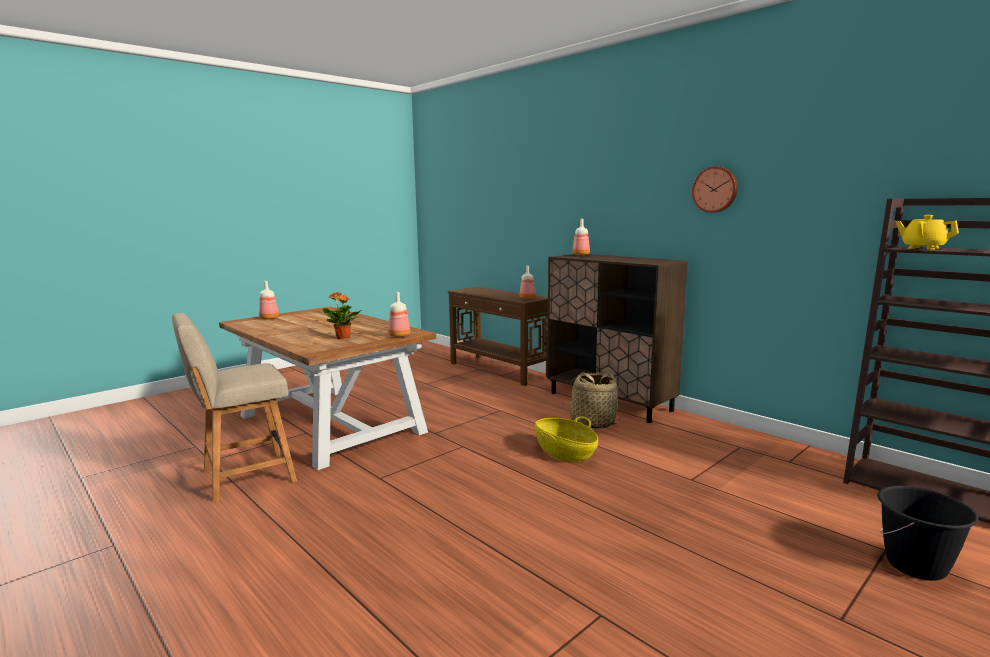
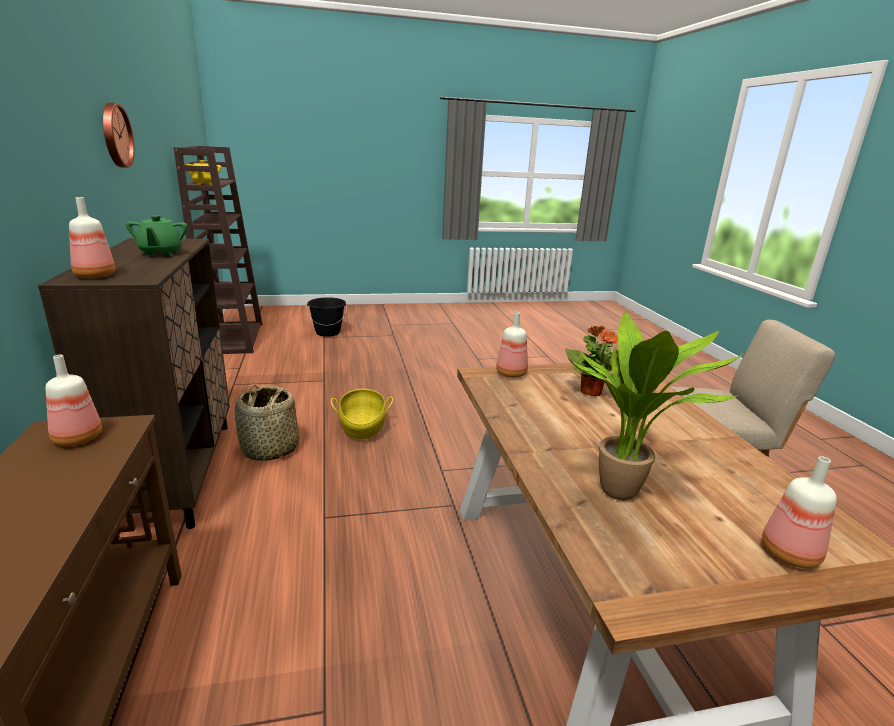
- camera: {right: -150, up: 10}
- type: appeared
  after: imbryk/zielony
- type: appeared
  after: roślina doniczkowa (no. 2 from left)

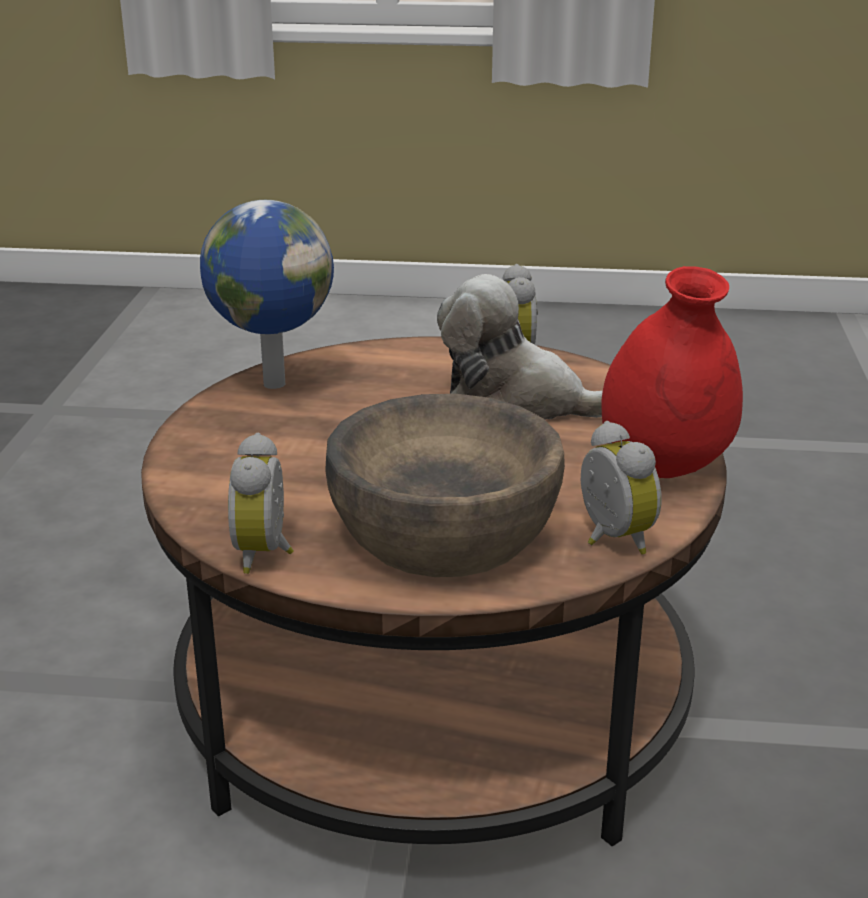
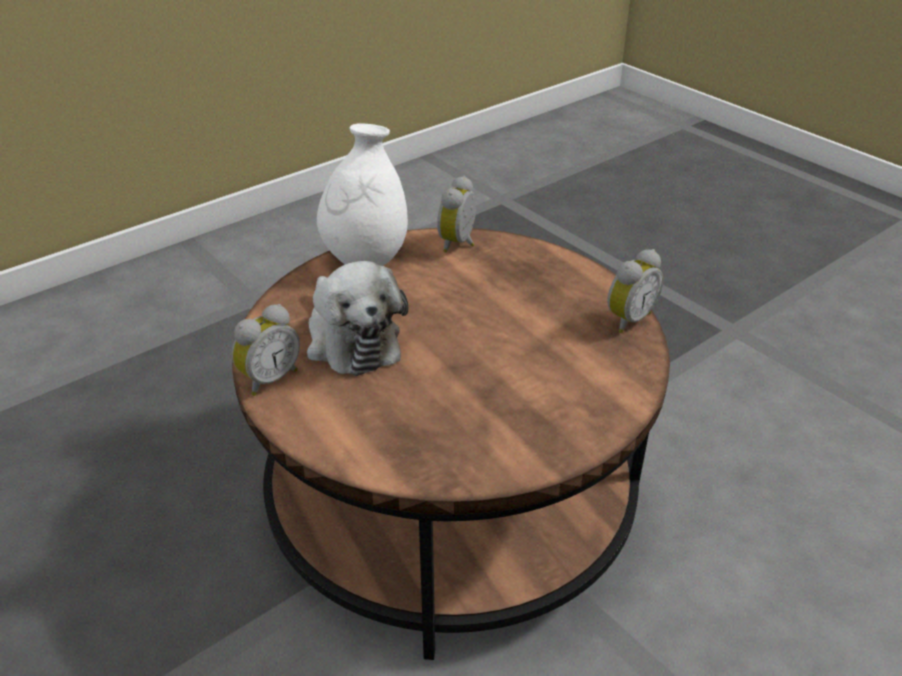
- camera: {right: -135, up: 10}
- type: missing
  before: globus
- type: missing
  before: miska/brązowy
- type: colour
  before: wazon/czerwony
  after: wazon/biały

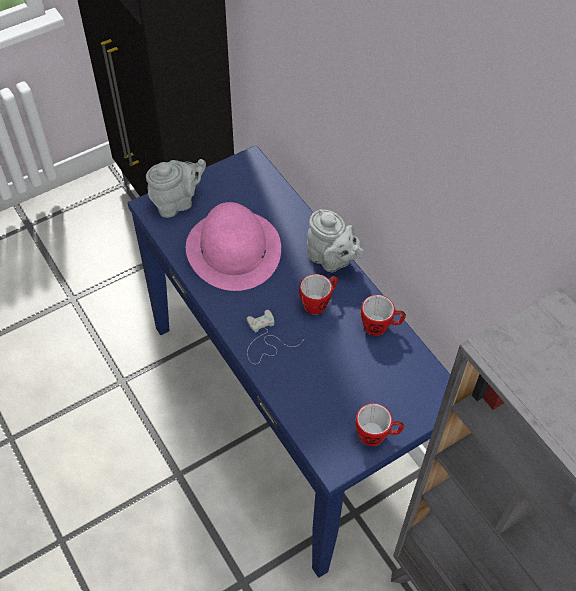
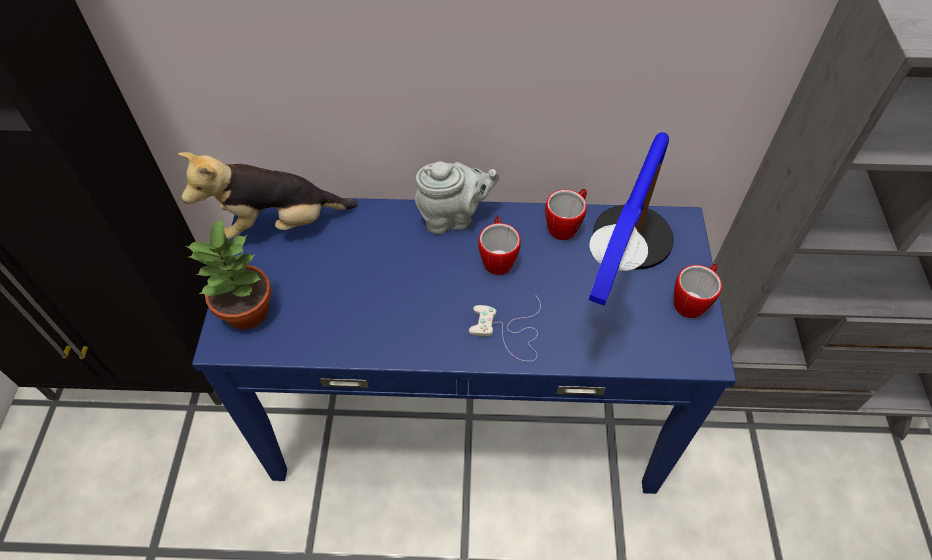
- camera: {right: -55, up: 0}
- type: exchanged
  before: imbryk/szary (no. 1 from left)
  after: roślina doniczkowa
- type: missing
  before: kapelusz/różowy
- type: appeared
  after: pluszak
- type: appeared
  after: lampa stołowa

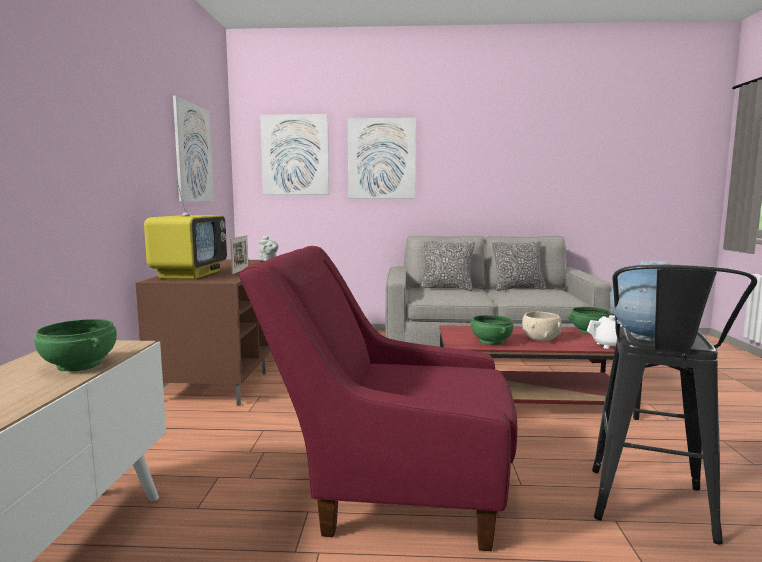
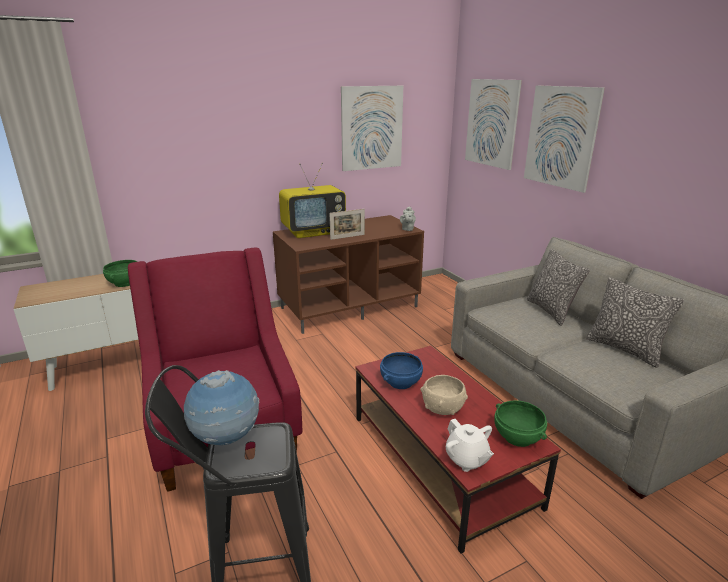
- camera: {right: 60, up: 15}
- type: colour
  before: miska/zielony (no. 2 from left)
  after: miska/niebieski

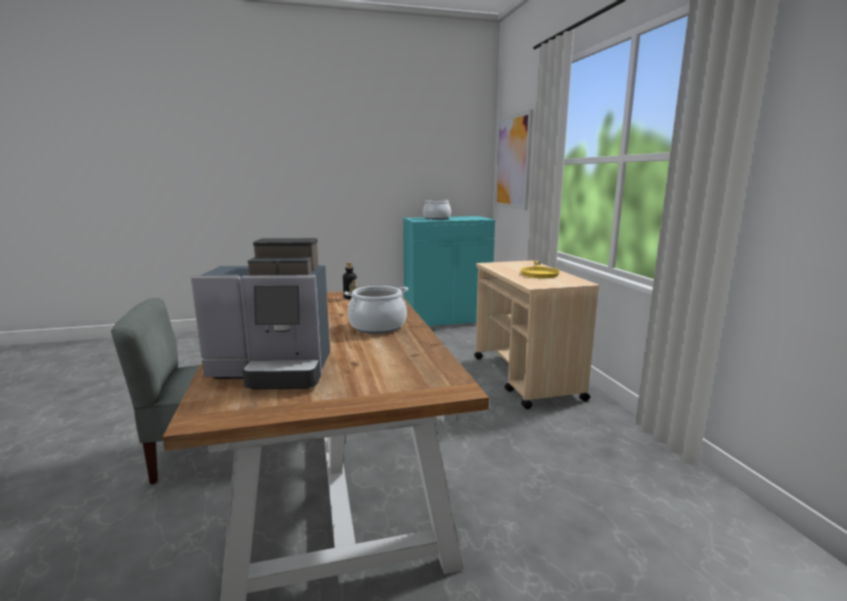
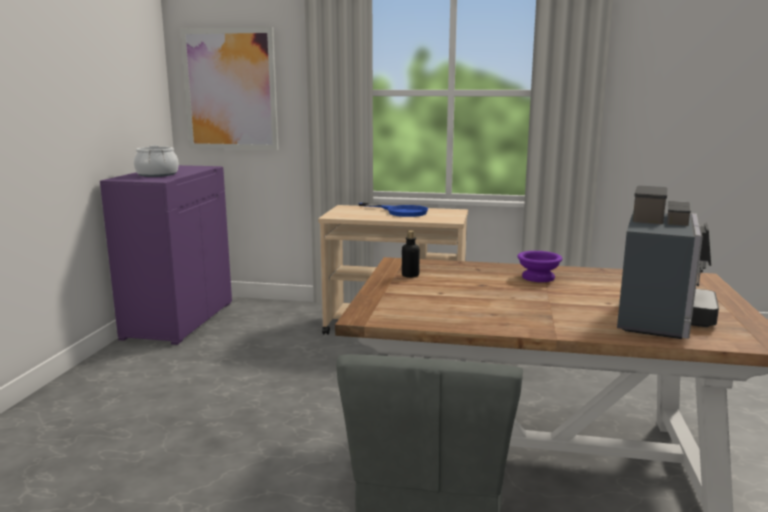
- camera: {right: -65, up: 0}
- type: exchanged
  before: garnek (no. 1 from left)
  after: miska/fioletowy
- type: colour
  before: szafka/turkusowy
  after: szafka/fioletowy
- type: colour
  before: patelnia/żółty
  after: patelnia/niebieski

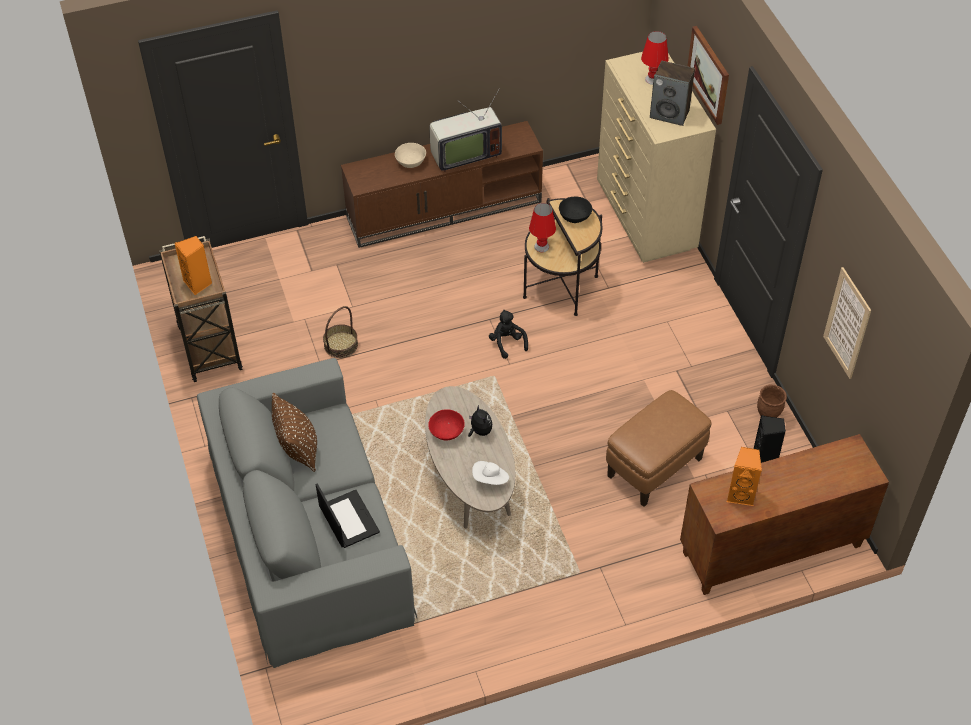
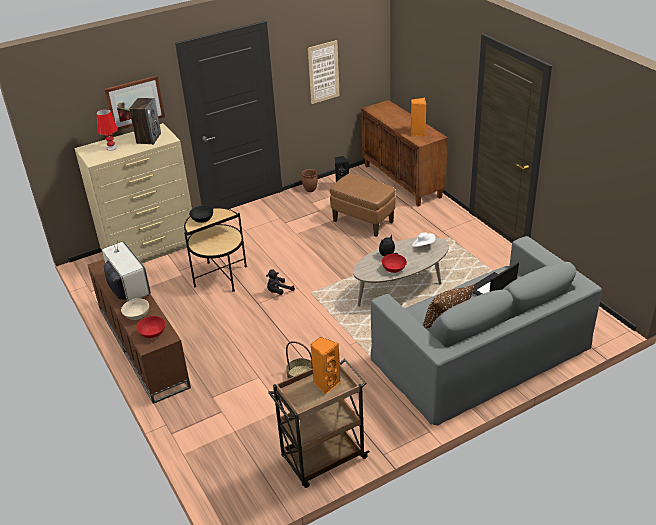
- camera: {right: -100, up: -15}
- type: missing
  before: lampa stołowa/czerwony (no. 1 from left)
- type: appeared
  after: miska/czerwony (no. 1 from left)

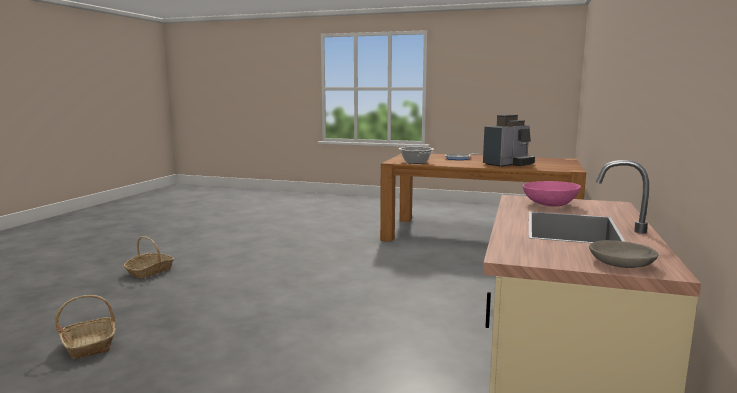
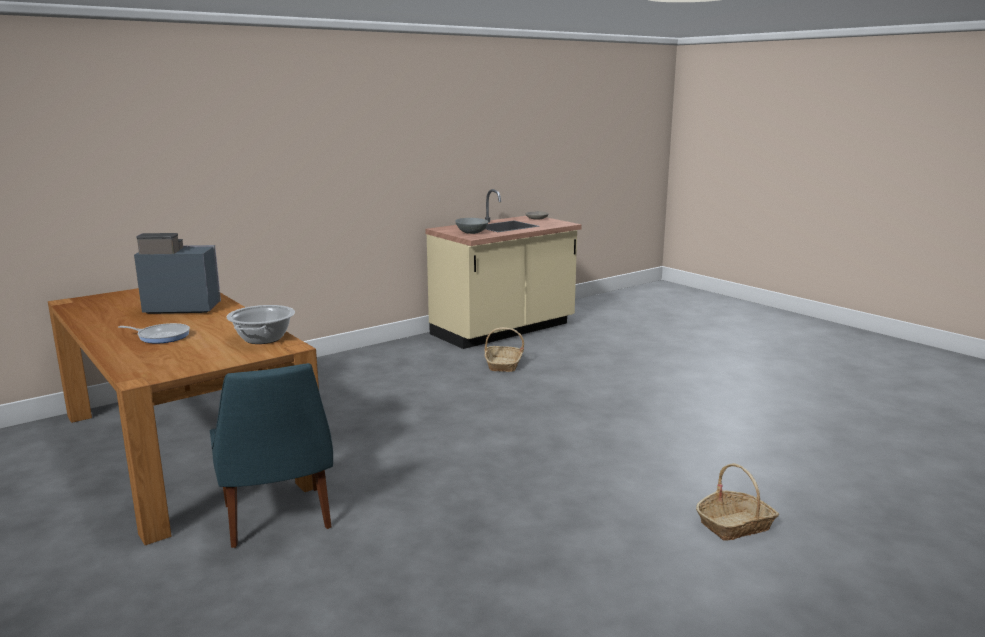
- camera: {right: -145, up: 5}
- type: relocated
  before: koszyk (no. 1 from left)
- type: colour
  before: miska/różowy
  after: miska/szary (no. 1 from left)
- type: appeared
  after: krzesło/niebieski

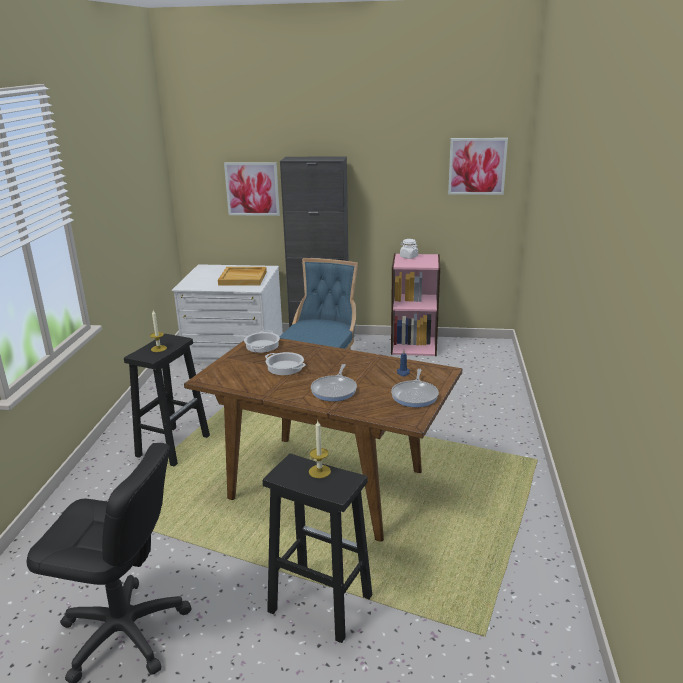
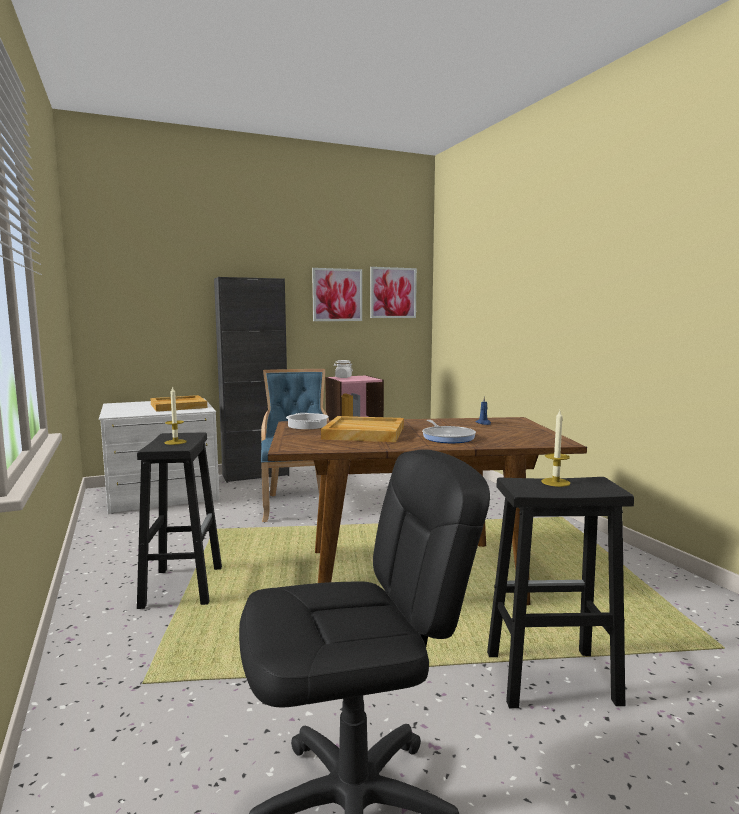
- camera: {right: -30, up: -15}
- type: relocated
  before: obraz (no. 1 from left)
- type: exchanged
  before: garnek (no. 2 from left)
  after: taca/beżowy (no. 2 from left)
- type: missing
  before: patelnia (no. 2 from left)

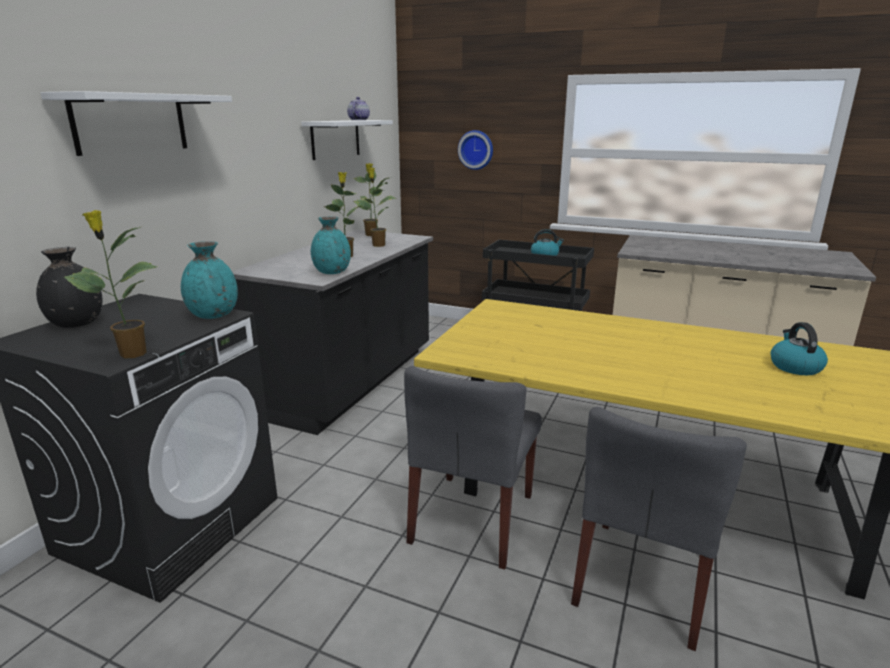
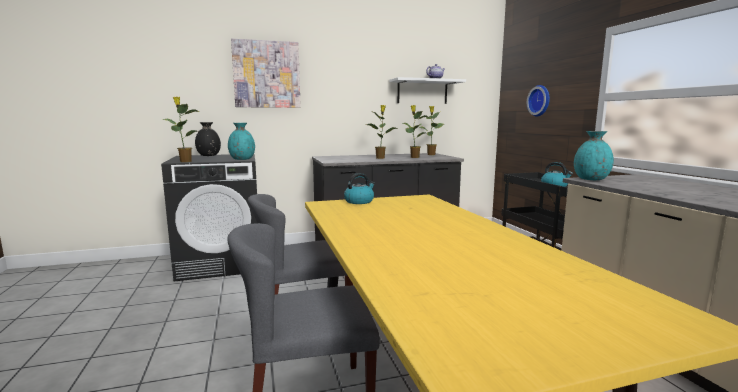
- camera: {right: 50, up: -10}
- type: exchanged
  before: półka/biały (no. 1 from left)
  after: obraz
- type: relocated
  before: wazon/turkusowy (no. 2 from left)
- type: relocated
  before: czajnik (no. 2 from left in the first image)
  after: czajnik (no. 1 from left)

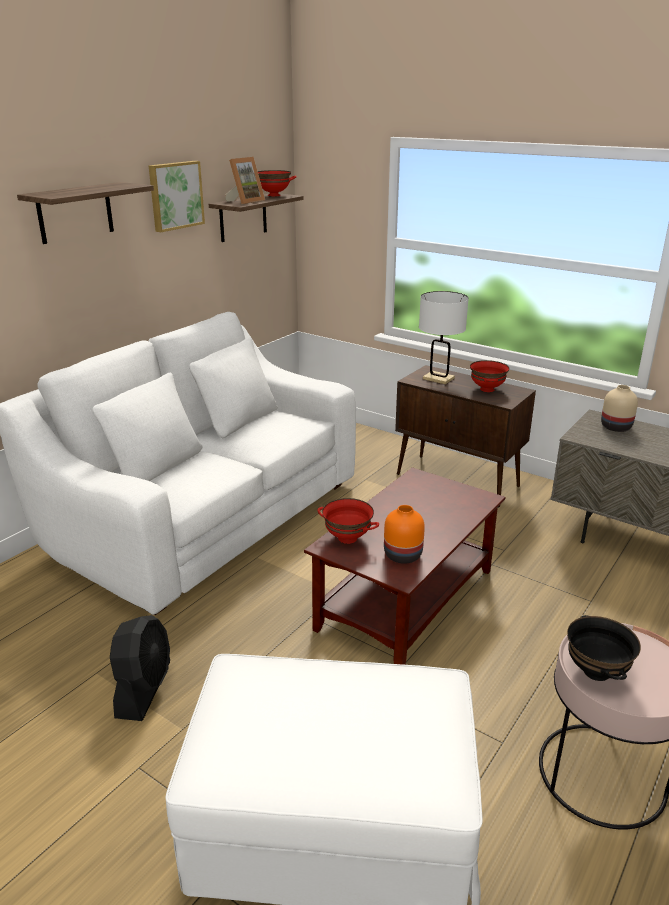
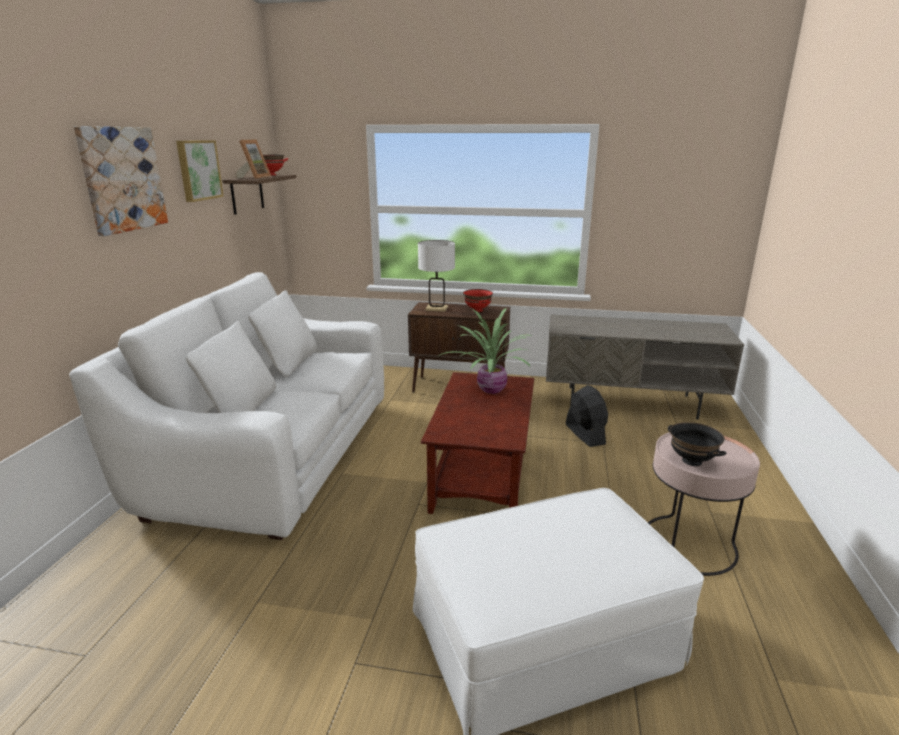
- camera: {right: -25, up: -5}
- type: exchanged
  before: półka (no. 1 from left)
  after: obraz (no. 1 from left)
- type: relocated
  before: wentylator/czarny
- type: missing
  before: miska/czerwony (no. 2 from left)
- type: missing
  before: wazon/pomarańczowy
- type: missing
  before: wazon/beżowy
- type: appeared
  after: roślina doniczkowa

